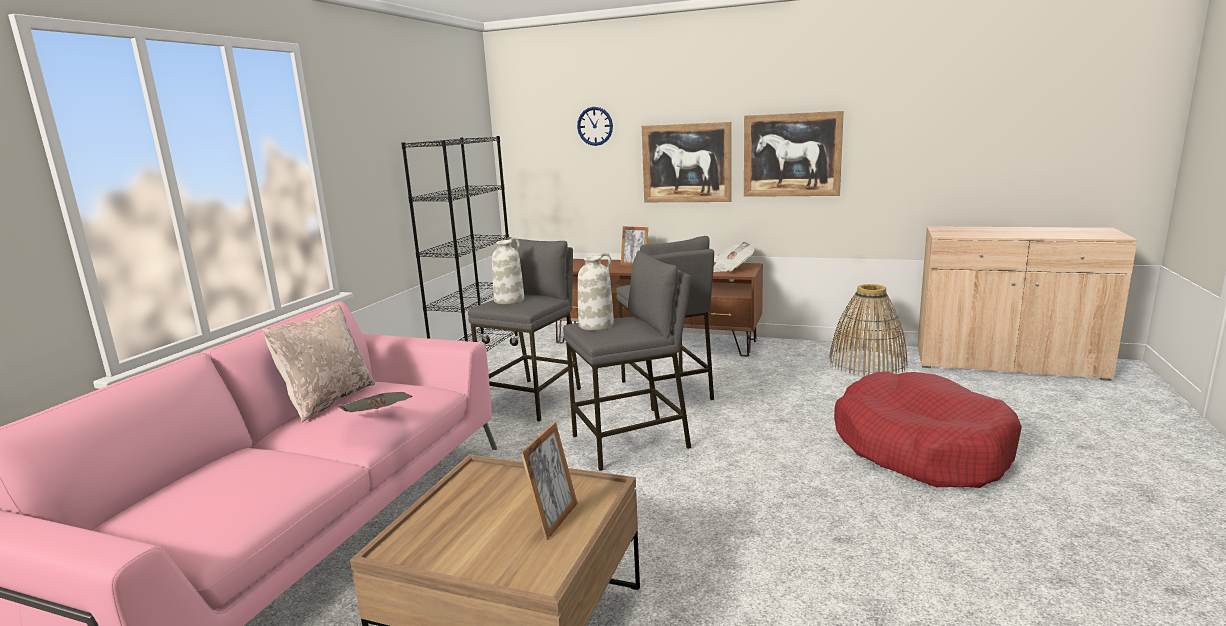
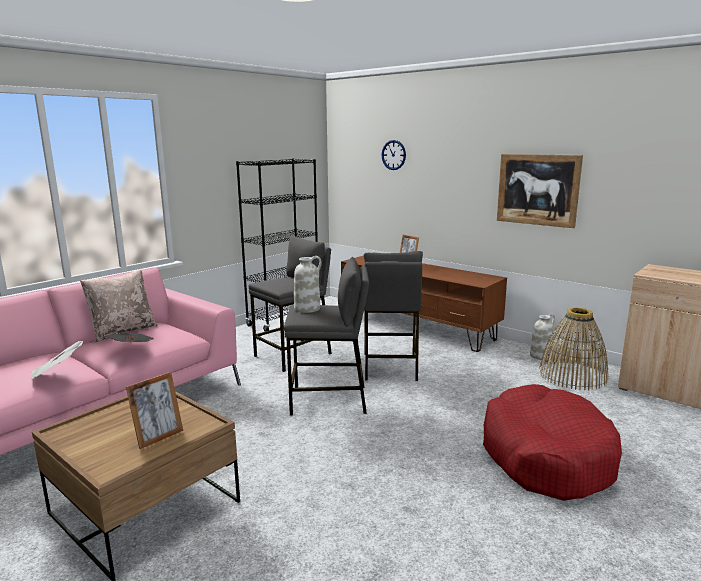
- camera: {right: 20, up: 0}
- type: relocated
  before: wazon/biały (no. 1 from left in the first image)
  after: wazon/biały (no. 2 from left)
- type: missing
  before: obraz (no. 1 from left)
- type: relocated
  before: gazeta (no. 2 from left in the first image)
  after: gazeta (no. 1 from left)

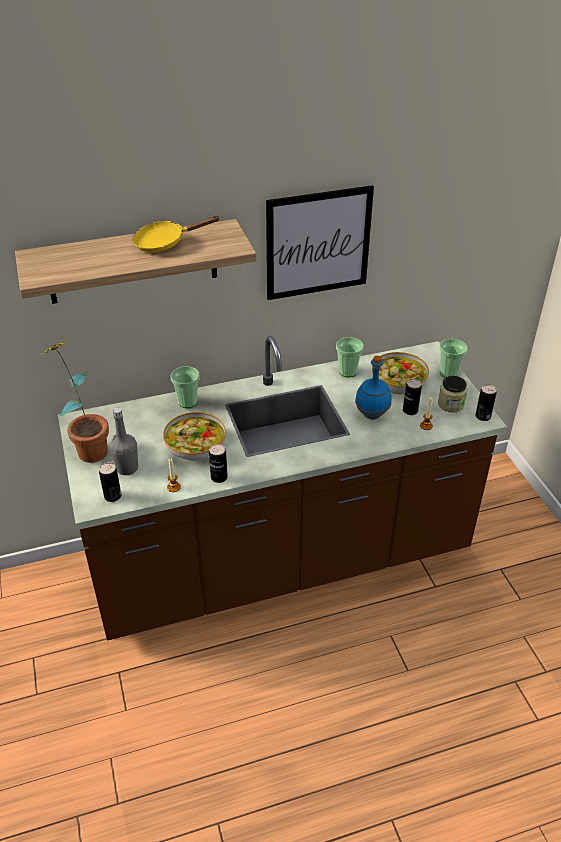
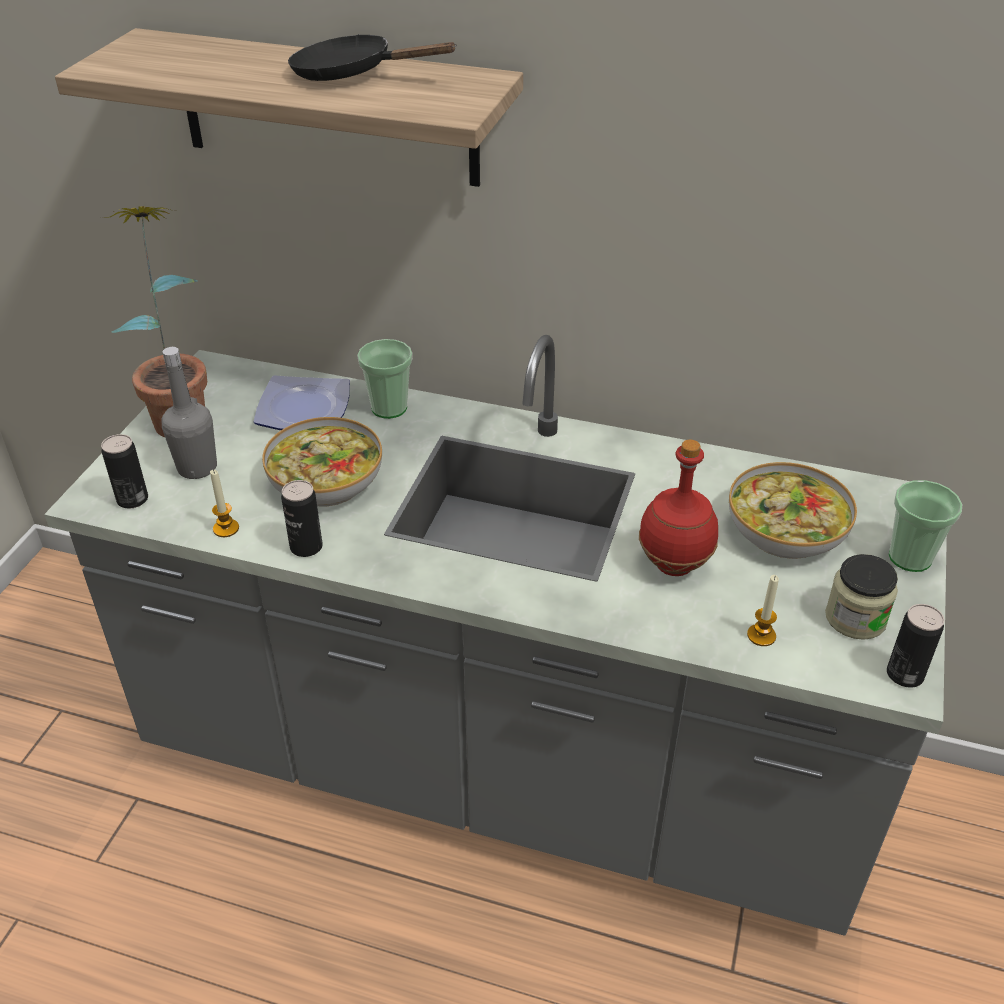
- camera: {right: 35, up: 0}
- type: colour
  before: zabudowa kuchenna/brązowy
  after: zabudowa kuchenna/szary
- type: colour
  before: patelnia/żółty
  after: patelnia/czarny
- type: missing
  before: obraz
- type: missing
  before: filiżanka (no. 2 from left)
- type: colour
  before: butelka/niebieski
  after: butelka/czerwony
- type: missing
  before: puszka (no. 3 from left)
- type: appeared
  after: talerz

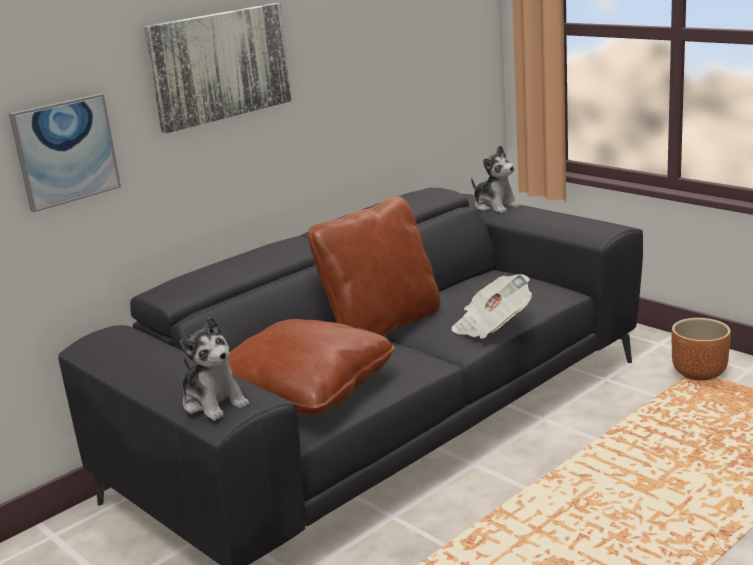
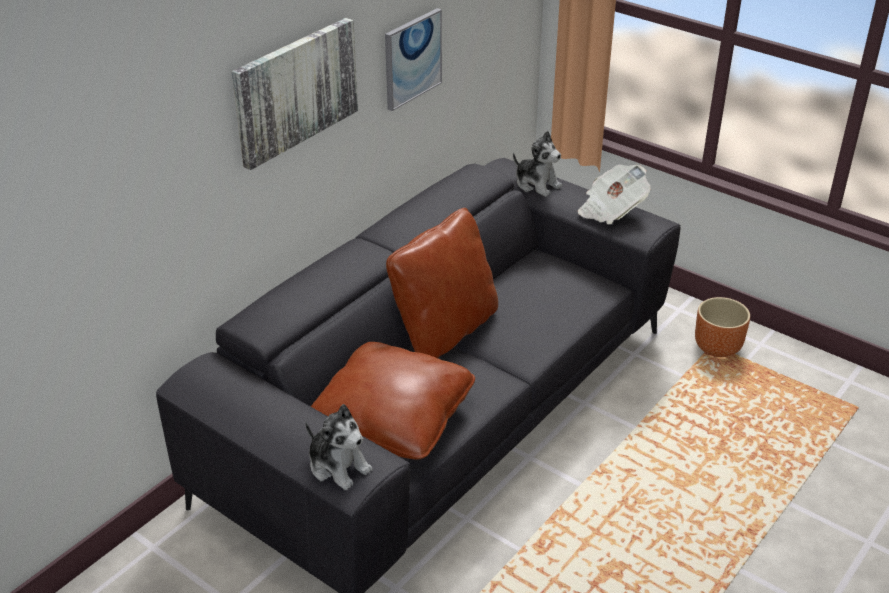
- camera: {right: -10, up: 15}
- type: relocated
  before: obraz (no. 1 from left in the first image)
  after: obraz (no. 2 from left)
- type: relocated
  before: gazeta

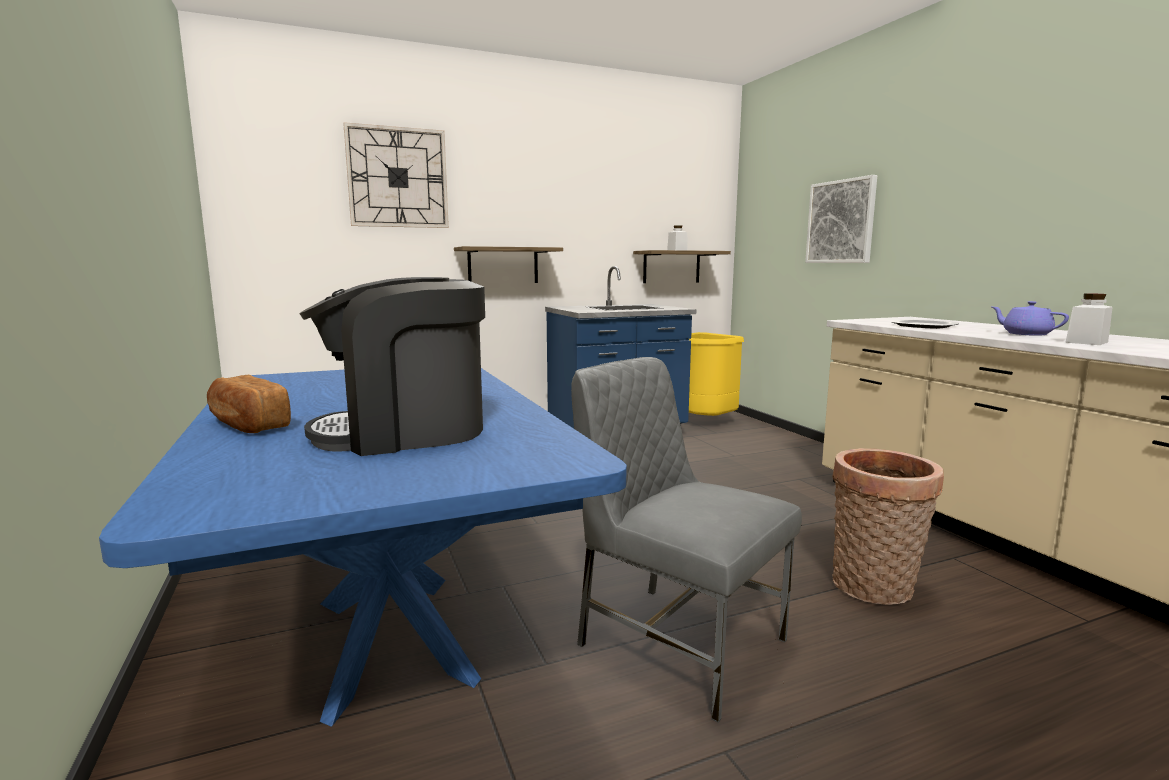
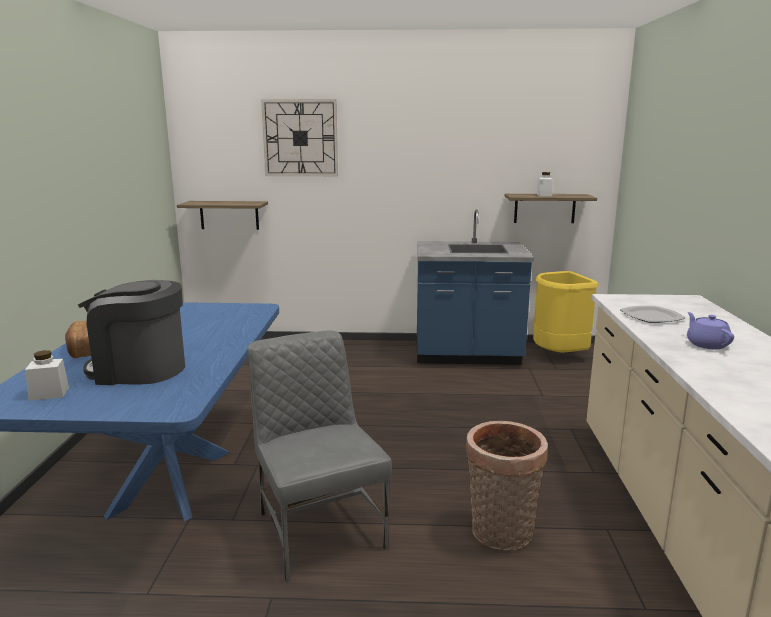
- camera: {right: 25, up: 5}
- type: relocated
  before: półka (no. 1 from left)
- type: missing
  before: obraz
- type: relocated
  before: słoik/biały (no. 2 from left in the first image)
  after: słoik/biały (no. 1 from left)

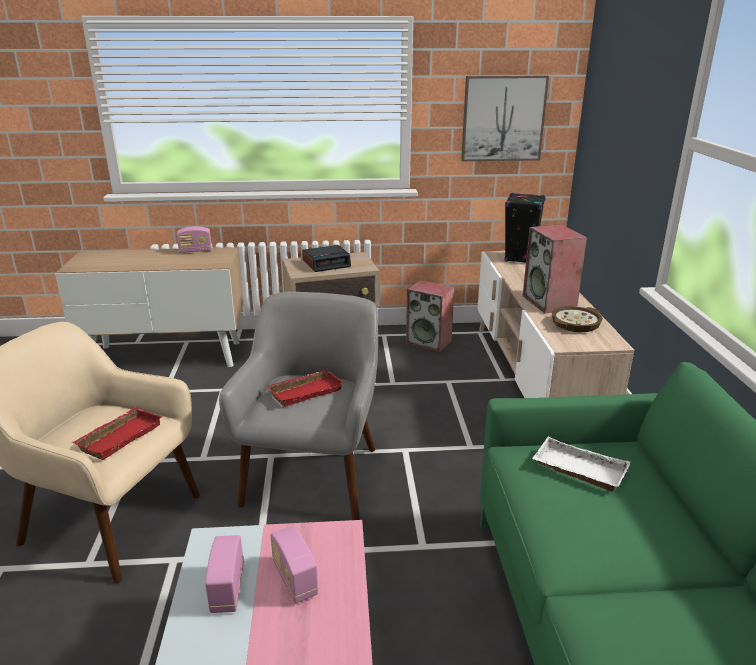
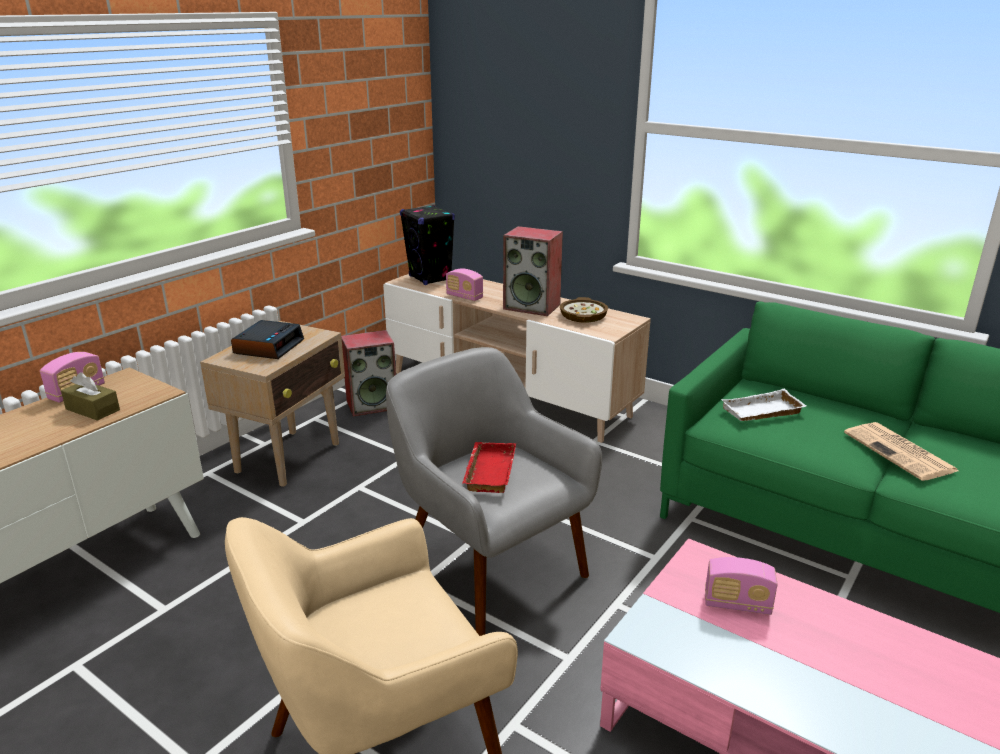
- camera: {right: -50, up: 0}
- type: missing
  before: taca/czerwony (no. 1 from left)
- type: relocated
  before: radio (no. 2 from left)
- type: missing
  before: obraz
- type: appeared
  after: pudełko chusteczek/brązowy
- type: appeared
  after: gazeta

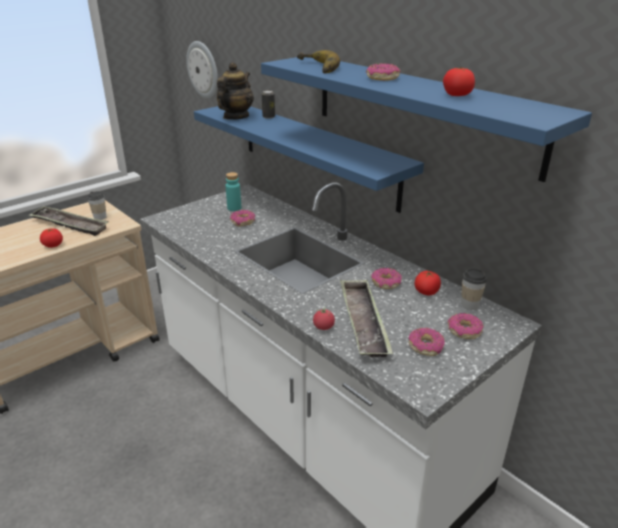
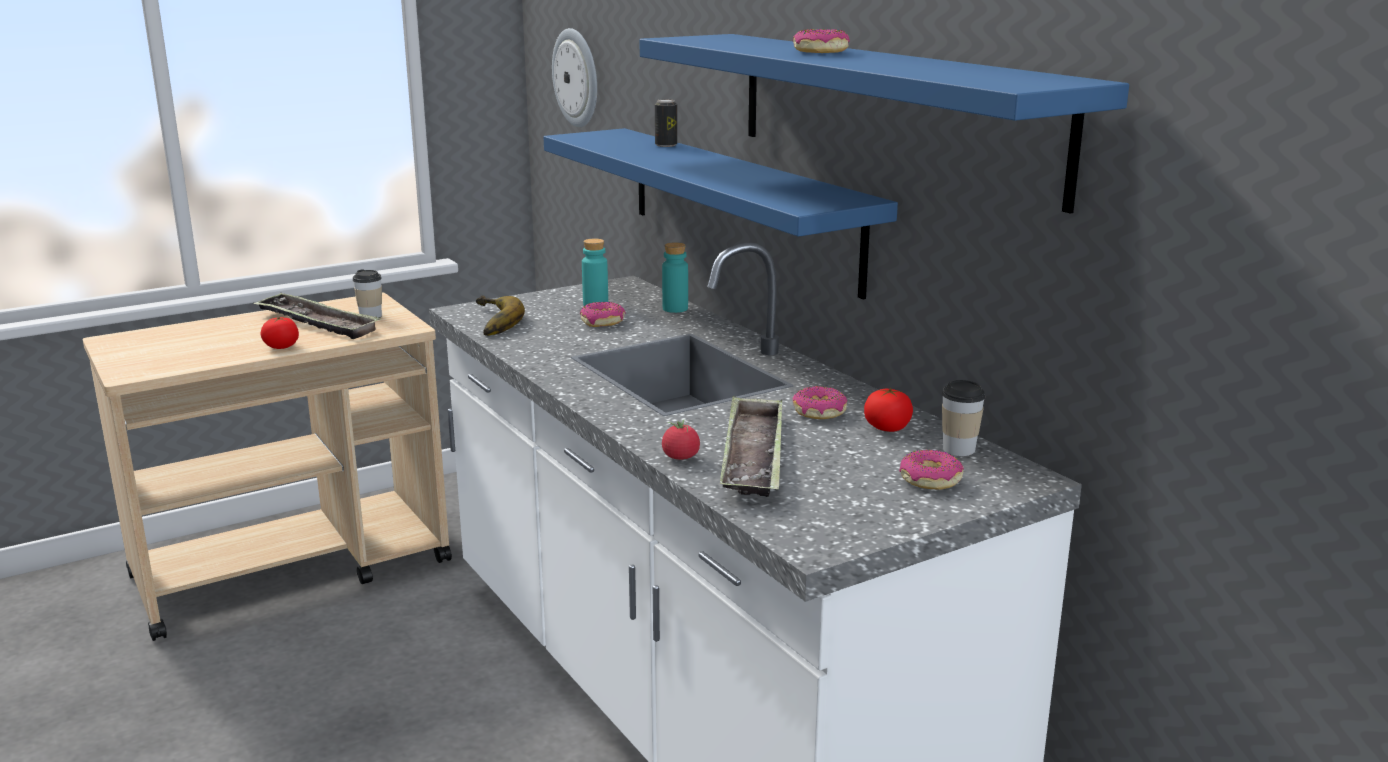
- camera: {right: 10, up: -10}
- type: missing
  before: imbryk
- type: relocated
  before: banan
- type: missing
  before: donut (no. 4 from left)
- type: missing
  before: pomidor (no. 4 from left)
- type: appeared
  after: butelka/turkusowy (no. 2 from left)

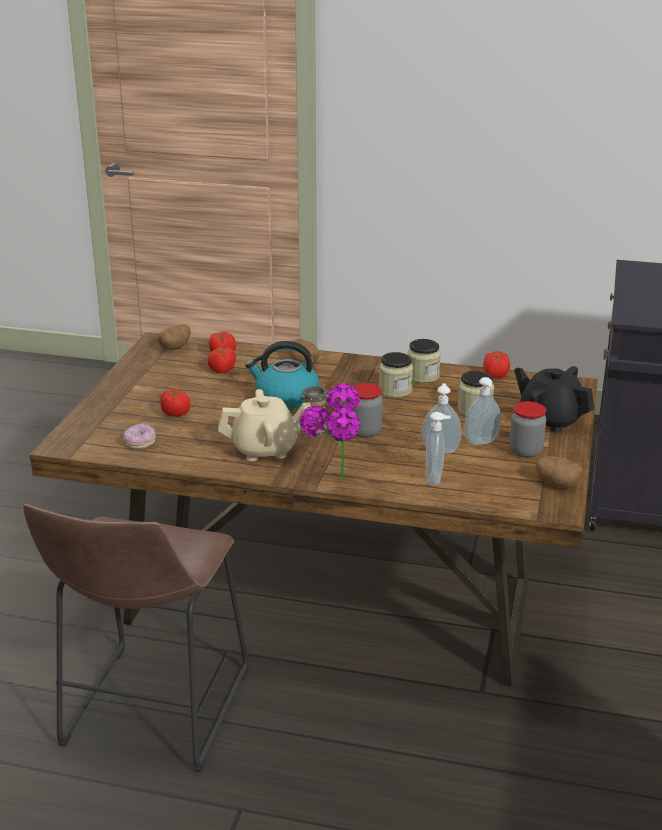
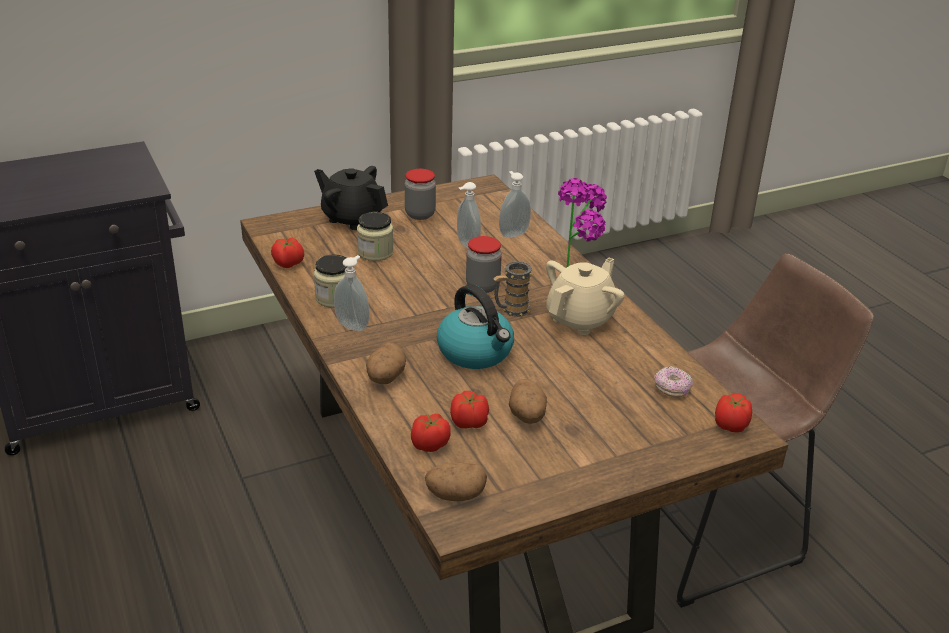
- camera: {right: -130, up: 5}
- type: relocated
  before: pomidor (no. 1 from left in the first image)
  after: pomidor (no. 4 from left)
- type: spun
  before: imbryk/beżowy
  turn: 90
- type: missing
  before: słoik (no. 2 from left)
- type: relocated
  before: dozownik mydła (no. 3 from left in the first image)
  after: dozownik mydła (no. 1 from left)
- type: spun
  before: imbryk/czarny
  turn: 120
- type: relocated
  before: ziemniak (no. 3 from left)

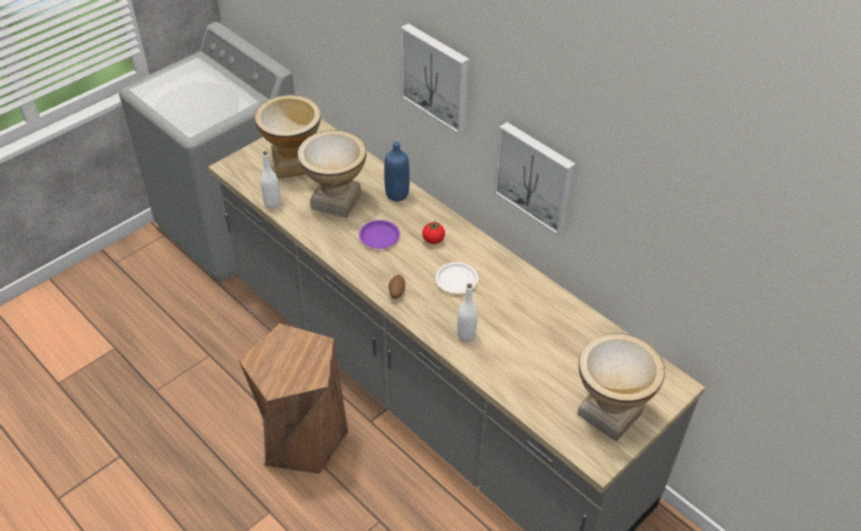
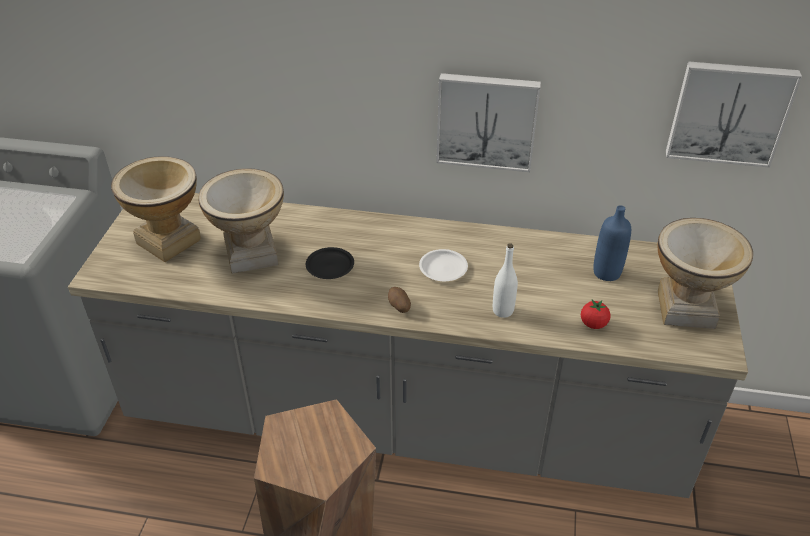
- camera: {right: -35, up: -5}
- type: missing
  before: butelka/biały (no. 1 from left)
- type: colour
  before: talerz/fioletowy
  after: talerz/czarny
- type: relocated
  before: butelka/niebieski
- type: relocated
  before: obraz (no. 1 from left in the first image)
  after: obraz (no. 2 from left)
- type: relocated
  before: pomidor

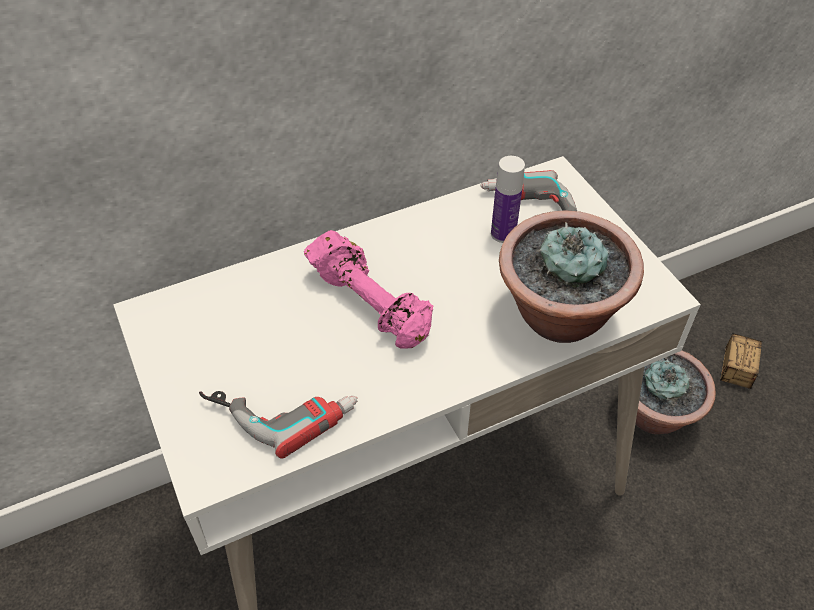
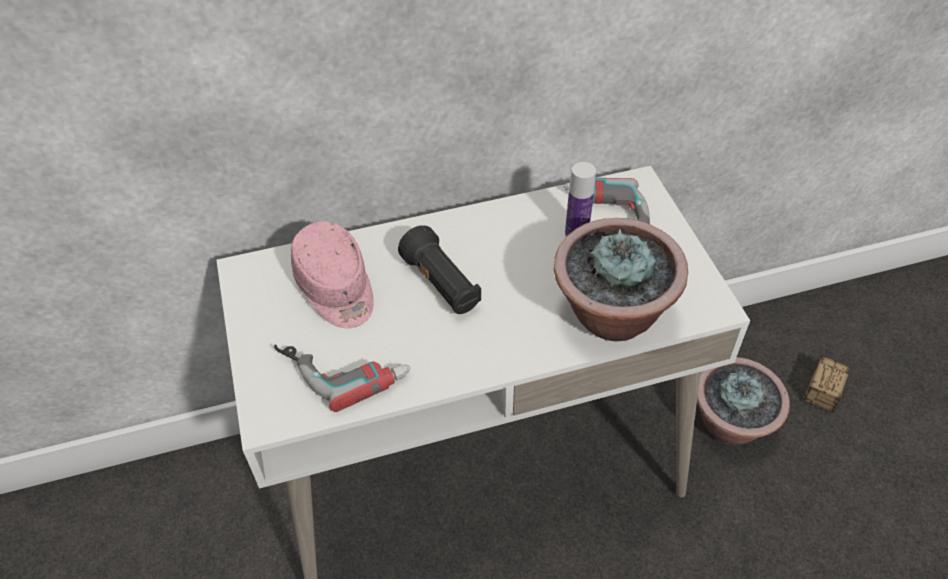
- camera: {right: 10, up: 0}
- type: exchanged
  before: hantel/różowy
  after: latarka/czarny
- type: appeared
  after: czapka z daszkiem/różowy

